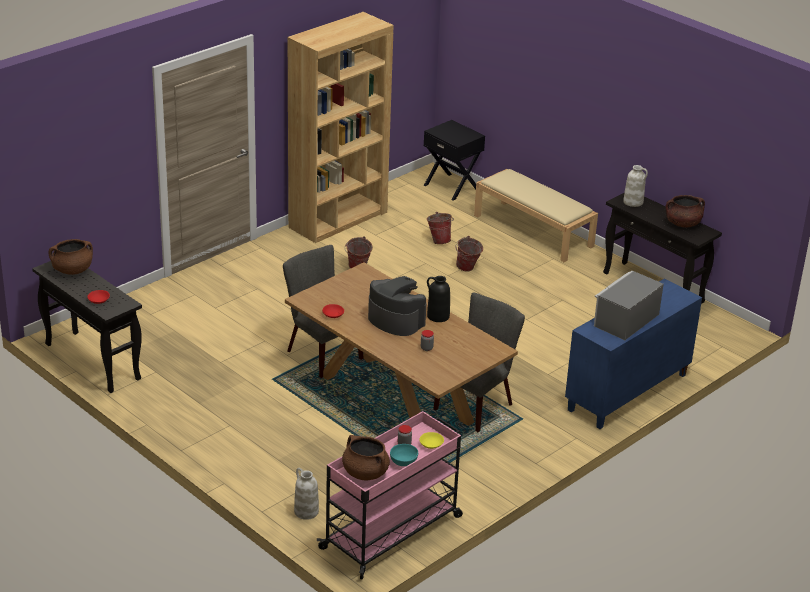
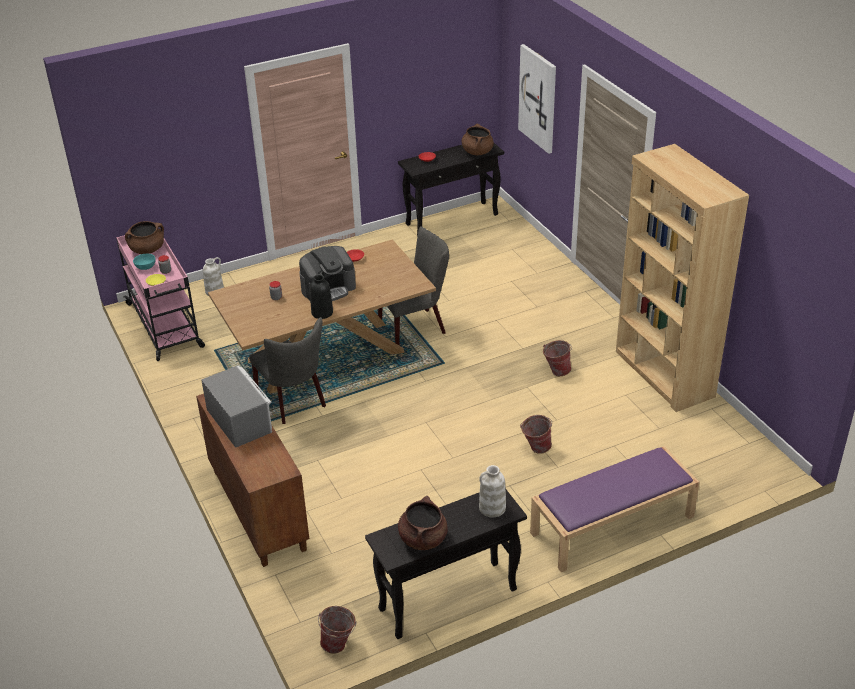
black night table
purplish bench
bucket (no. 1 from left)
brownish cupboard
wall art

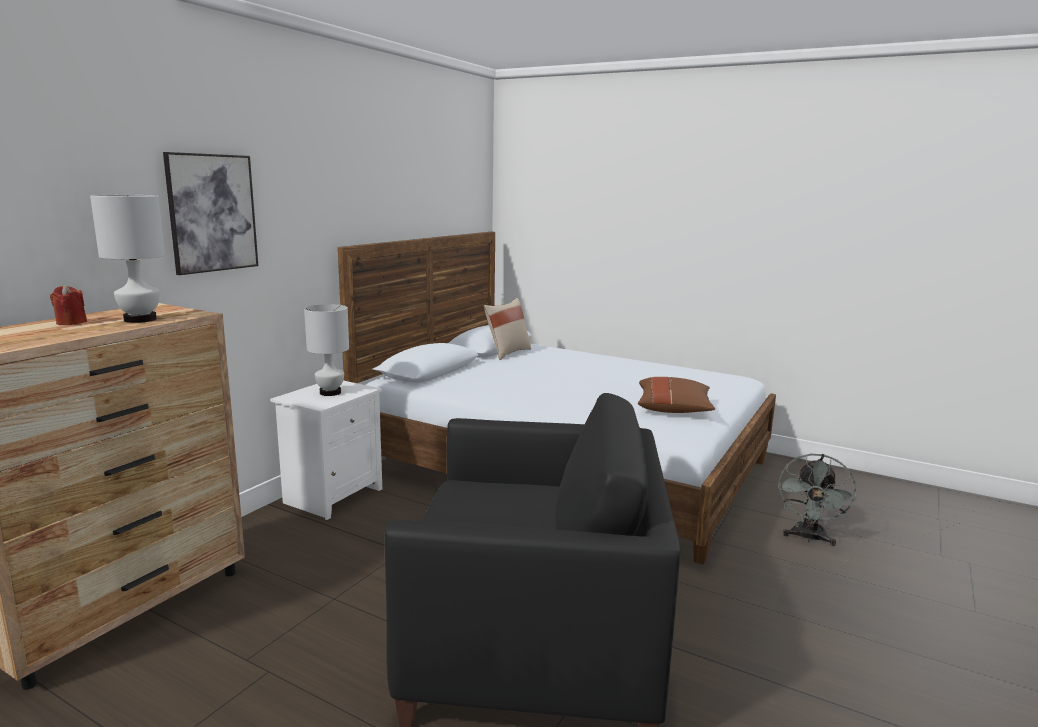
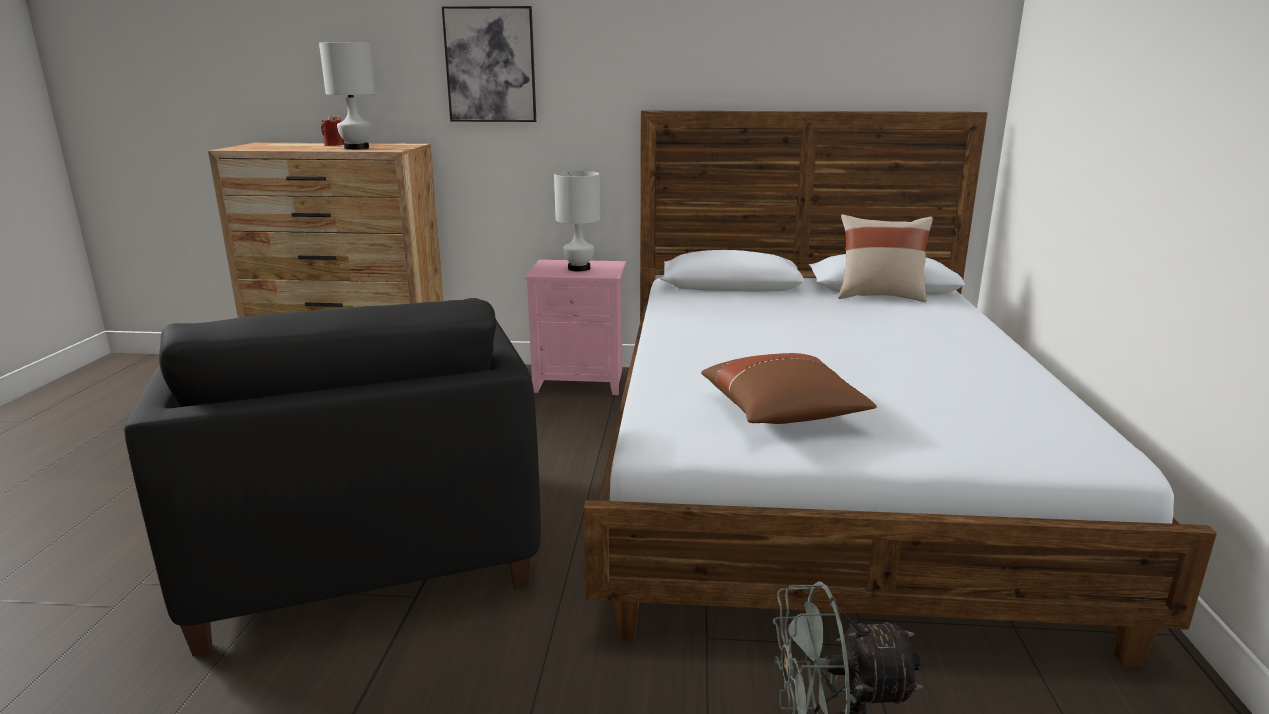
pink-coloured night table

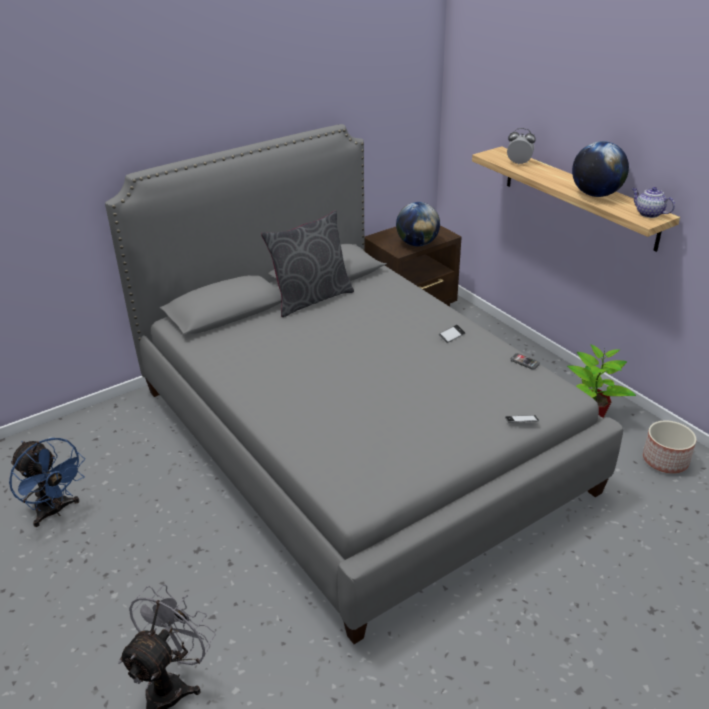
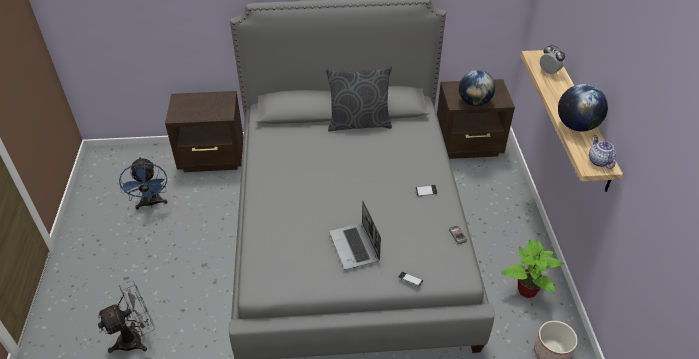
brownish night table (no. 1 from left)
notebook computer

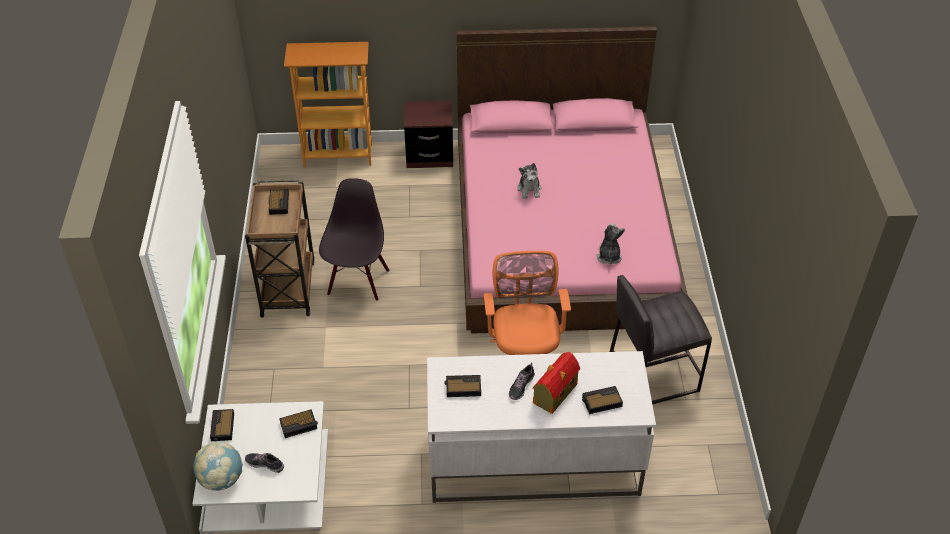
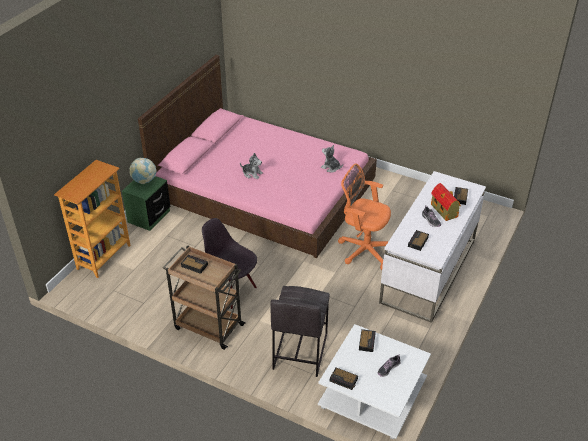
green-coloured night table
greyish stool
desk globe

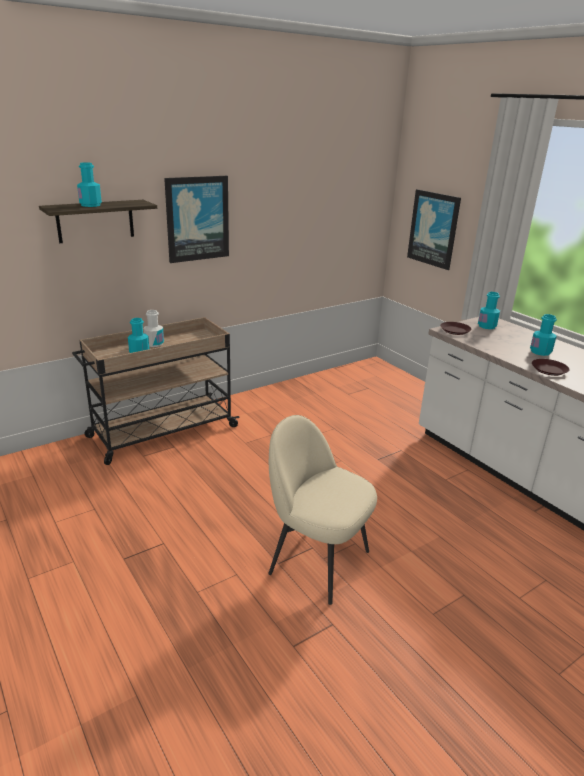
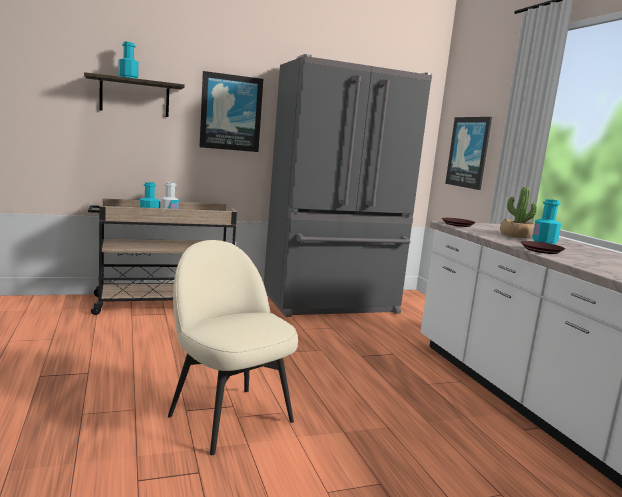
blue-green drink bottle (no. 3 from left in the first image)
greyish kitchen fridge
plant in a pot

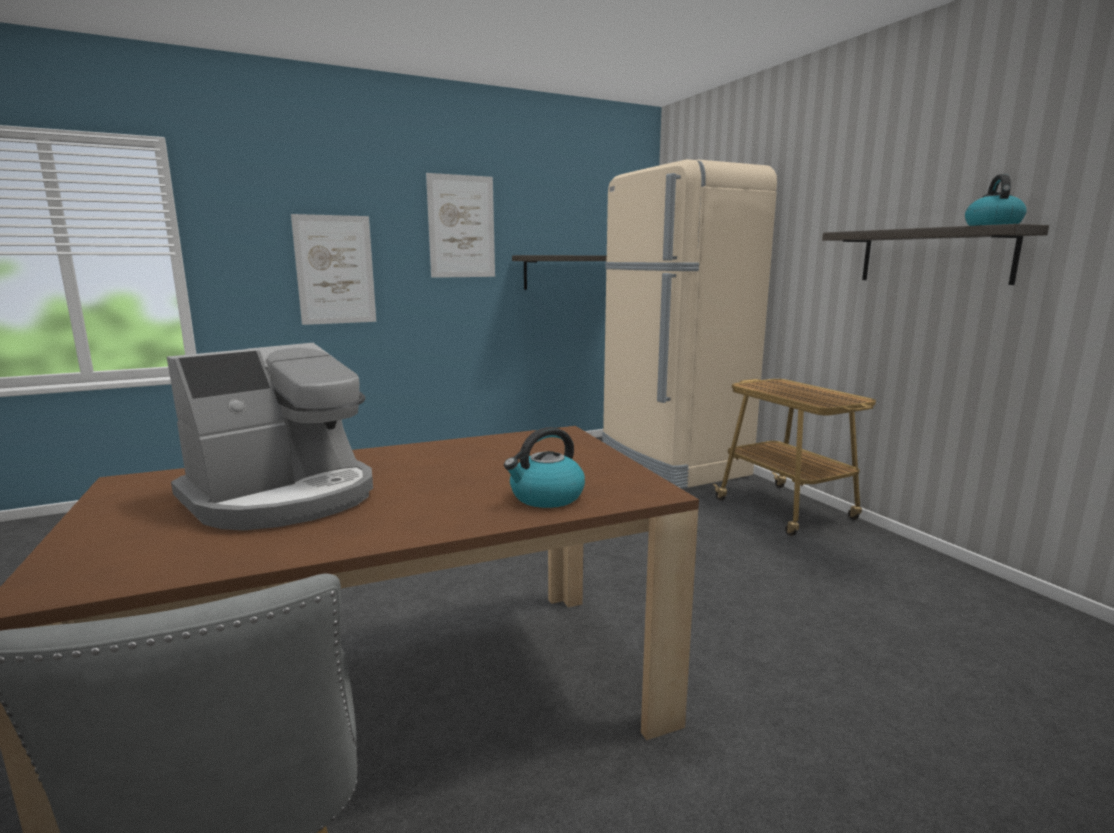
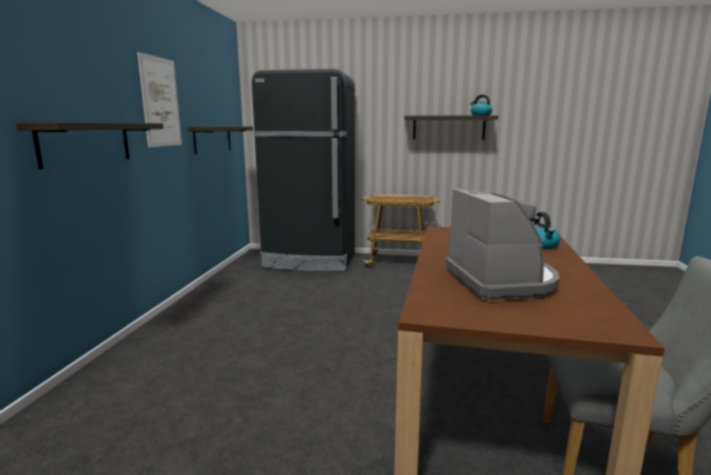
black kitchen fridge
wall shelf (no. 1 from left)

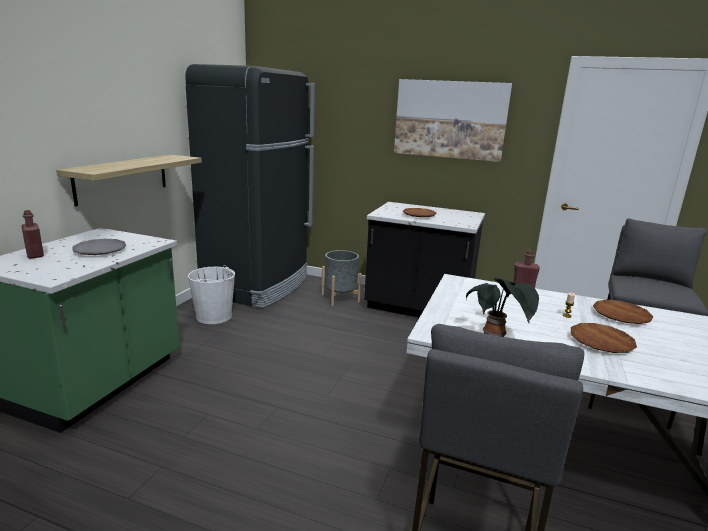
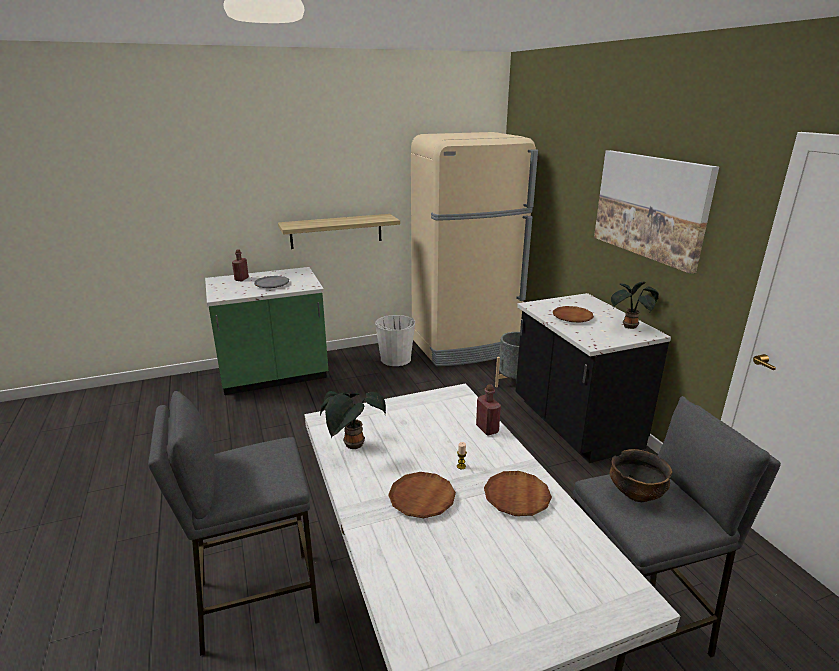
beige kitchen fridge
plant in a pot (no. 2 from left)
deep dish

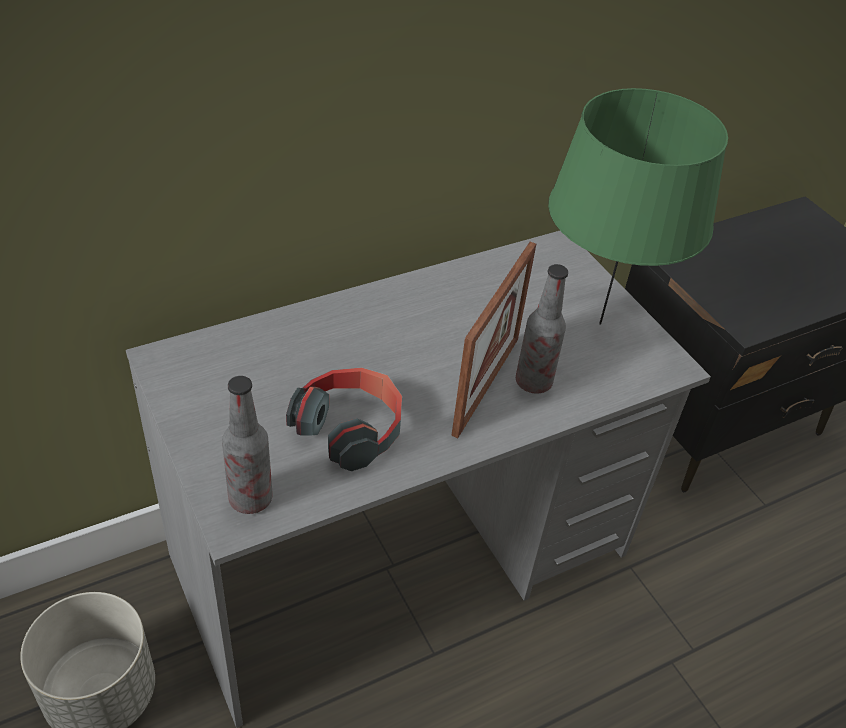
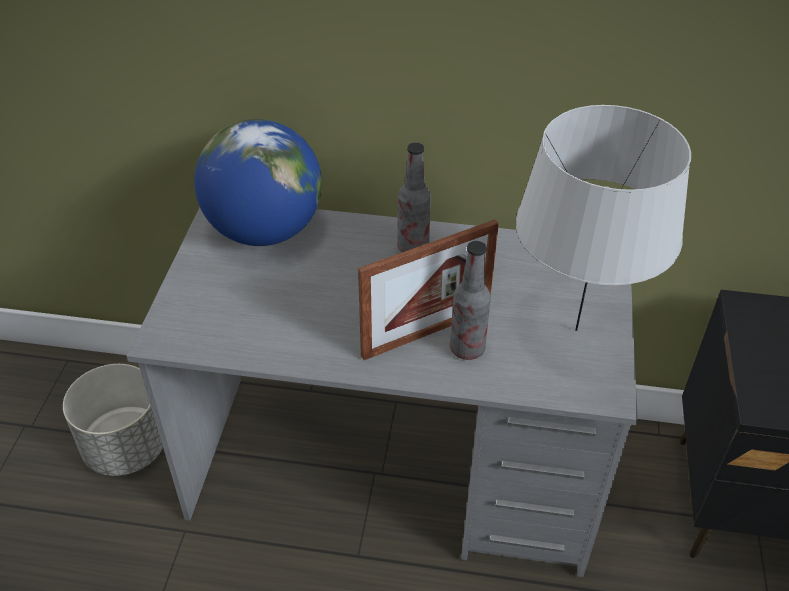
greyish tabletop lamp
pair of headphones
drink bottle (no. 1 from left)
desk globe

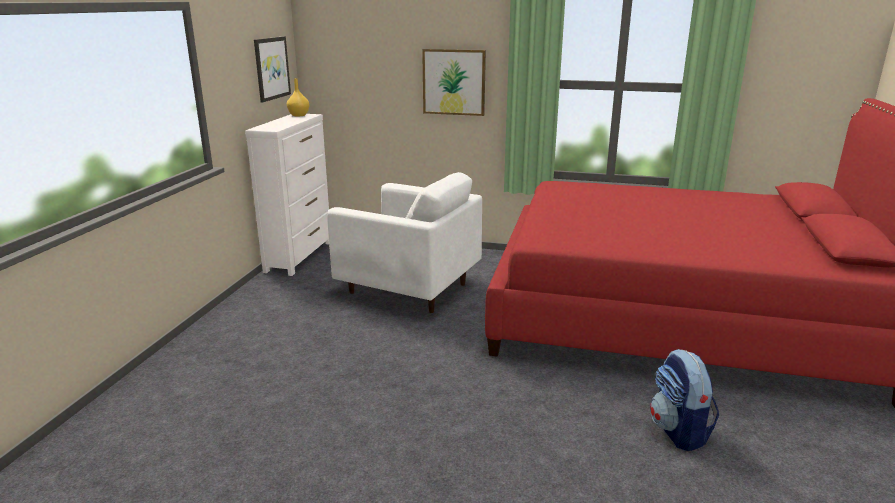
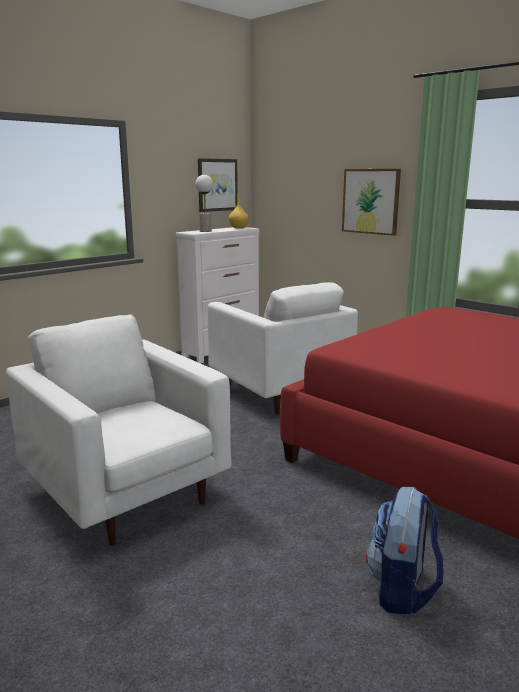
tabletop lamp
whitish armchair (no. 1 from left)

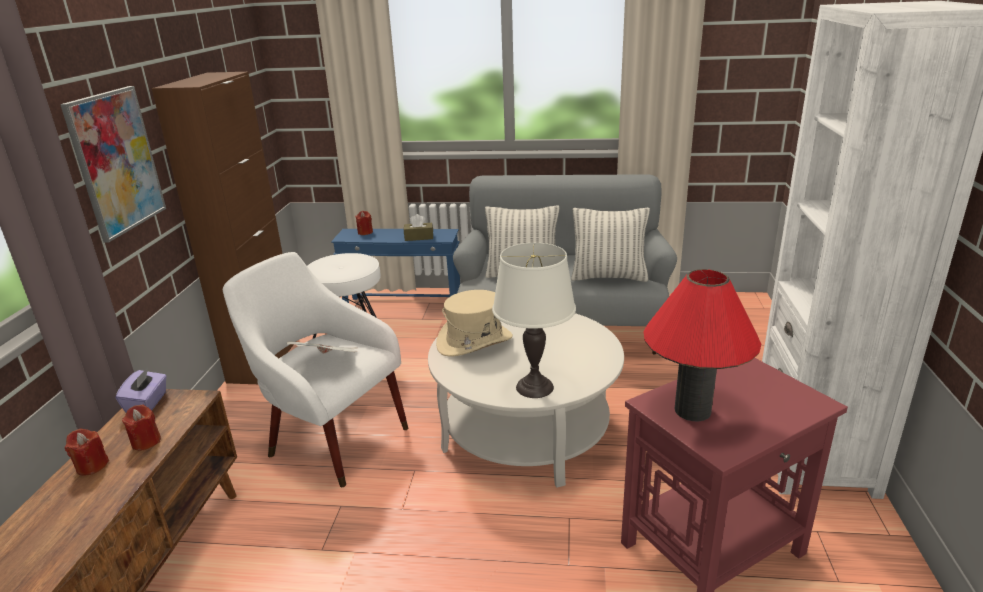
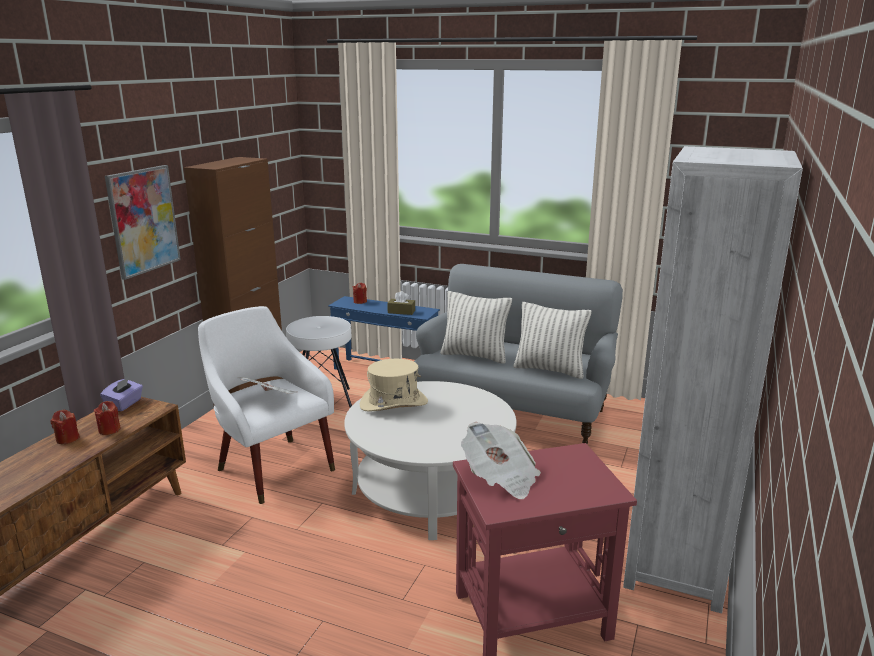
whitish tabletop lamp
daily paper (no. 2 from left)

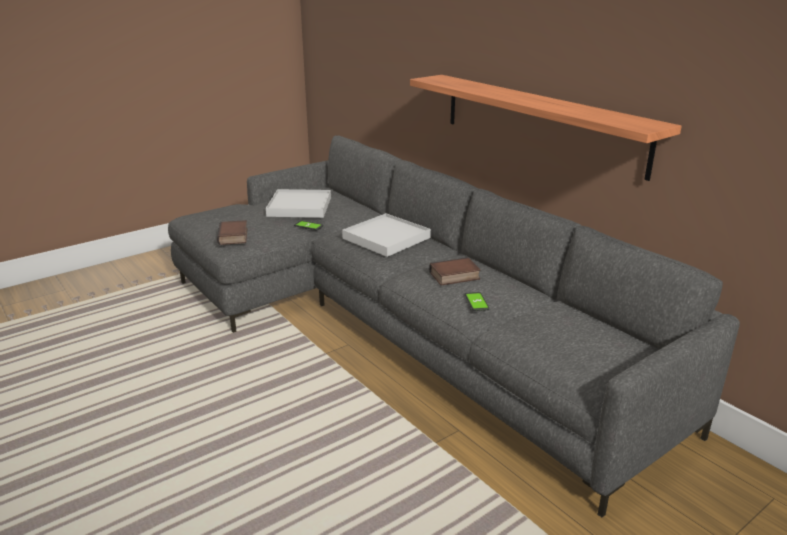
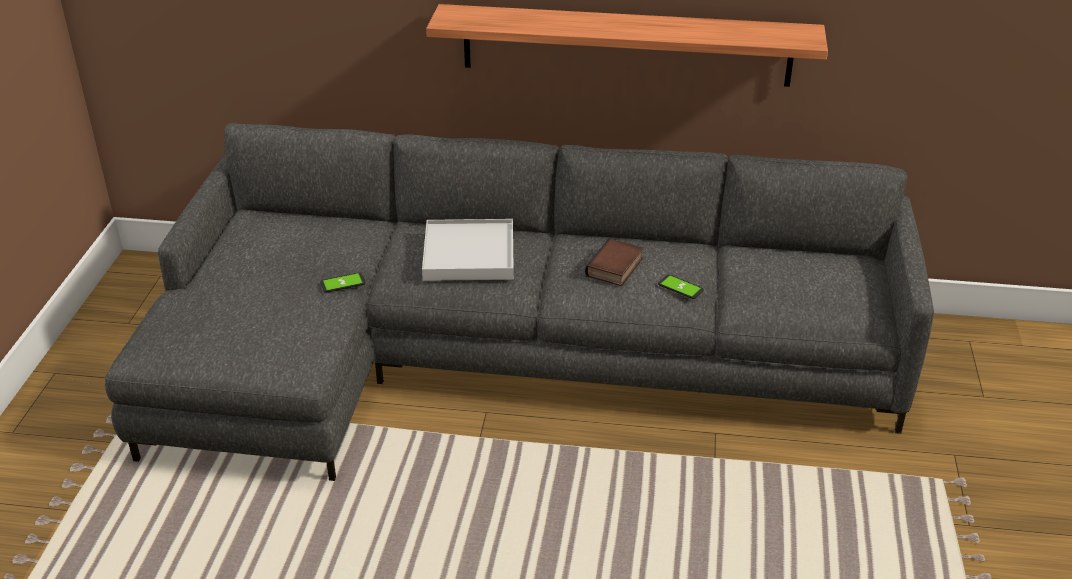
whitish tray (no. 1 from left in the first image)
volume (no. 1 from left in the first image)

